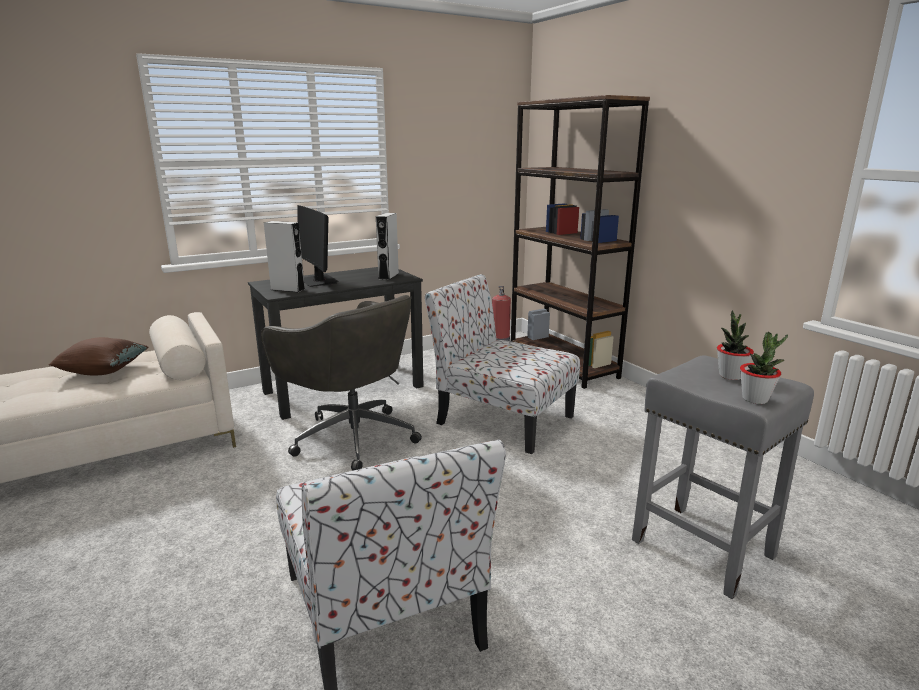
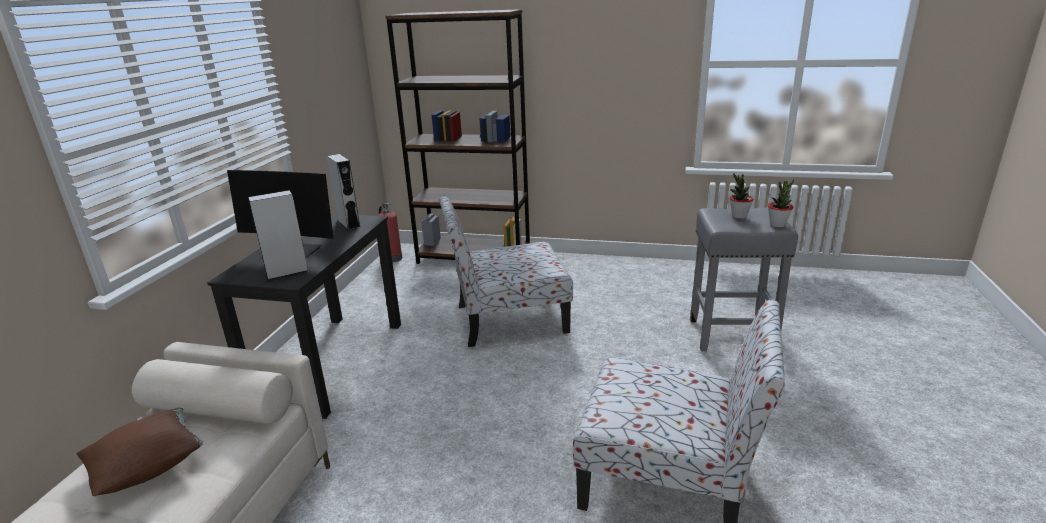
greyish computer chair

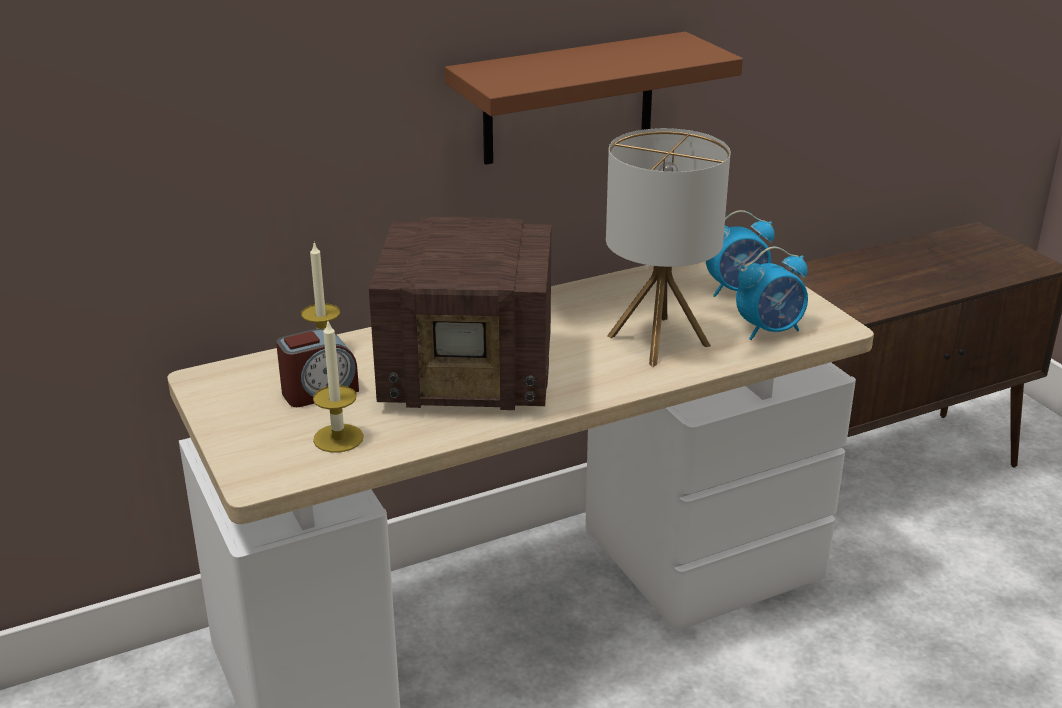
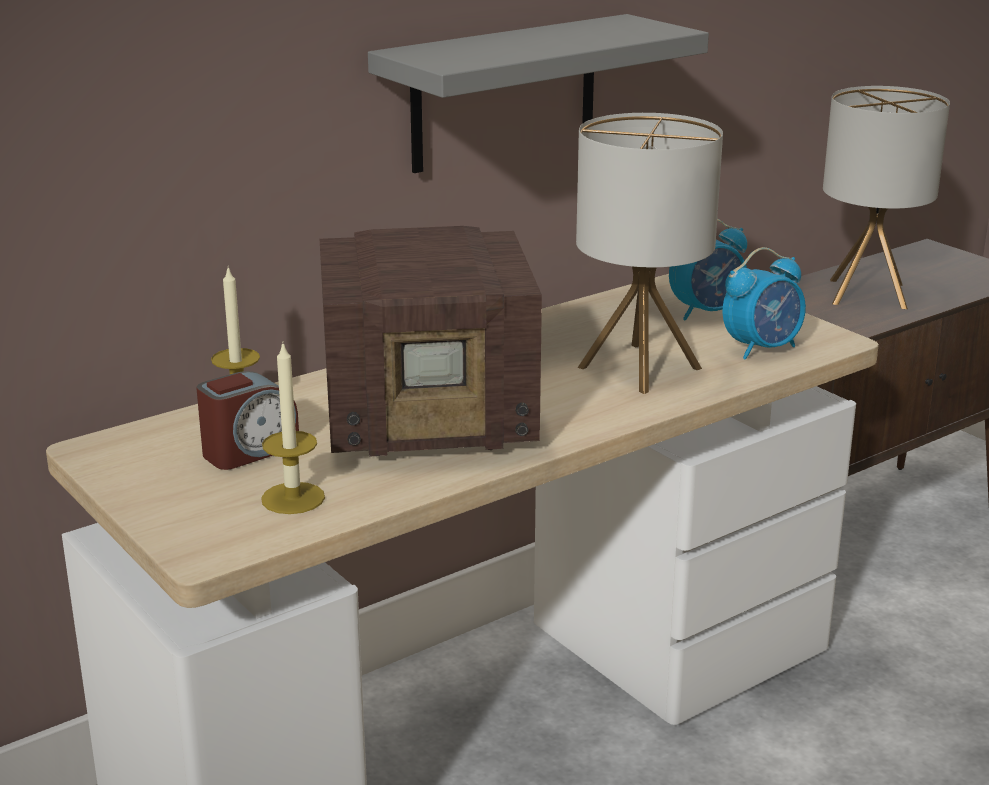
greyish wall shelf
tabletop lamp (no. 2 from left)

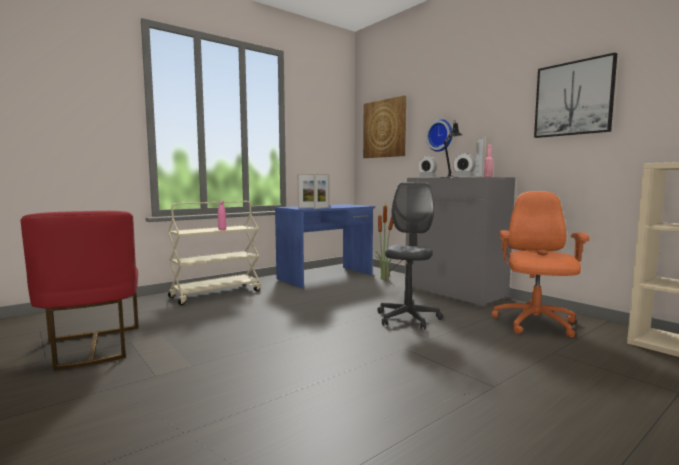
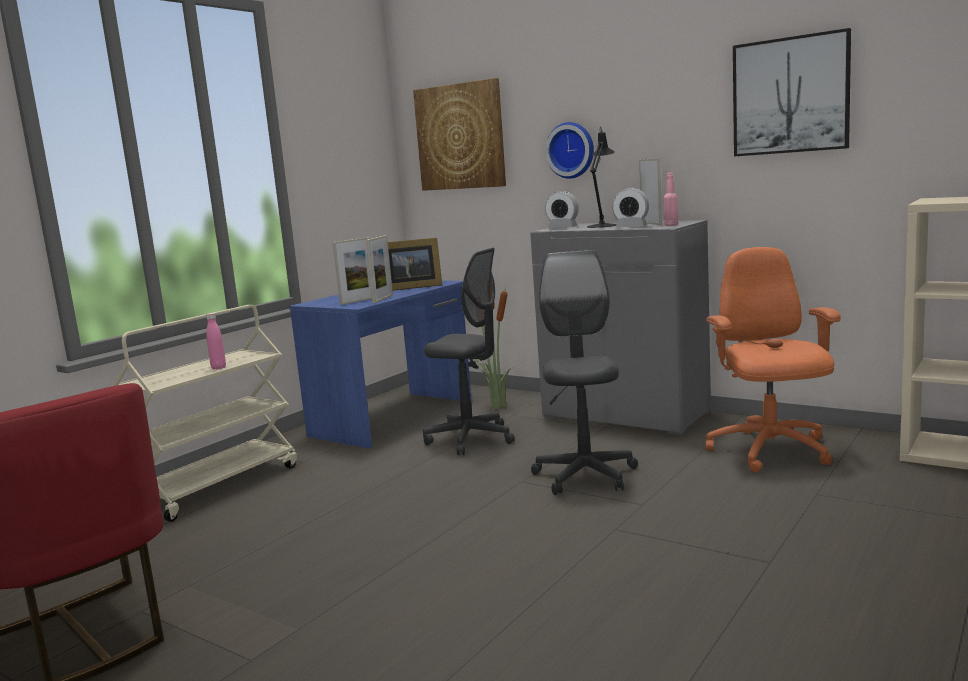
picture frame (no. 3 from left)
greyish computer chair (no. 1 from left)

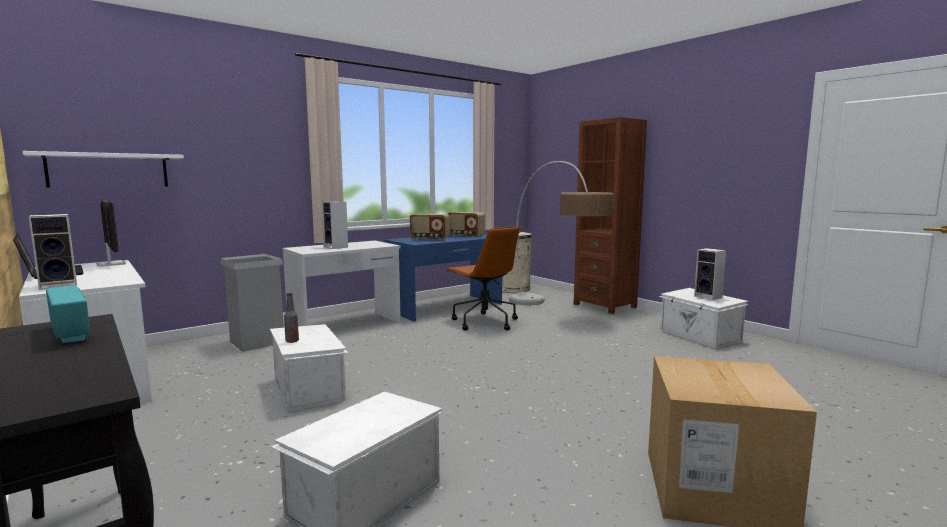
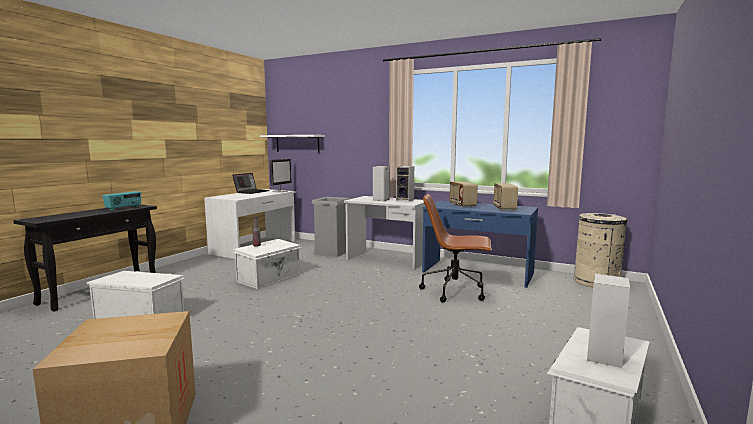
brownish shelving unit
standing lamp
loudspeaker (no. 2 from left)
brownish computer chair

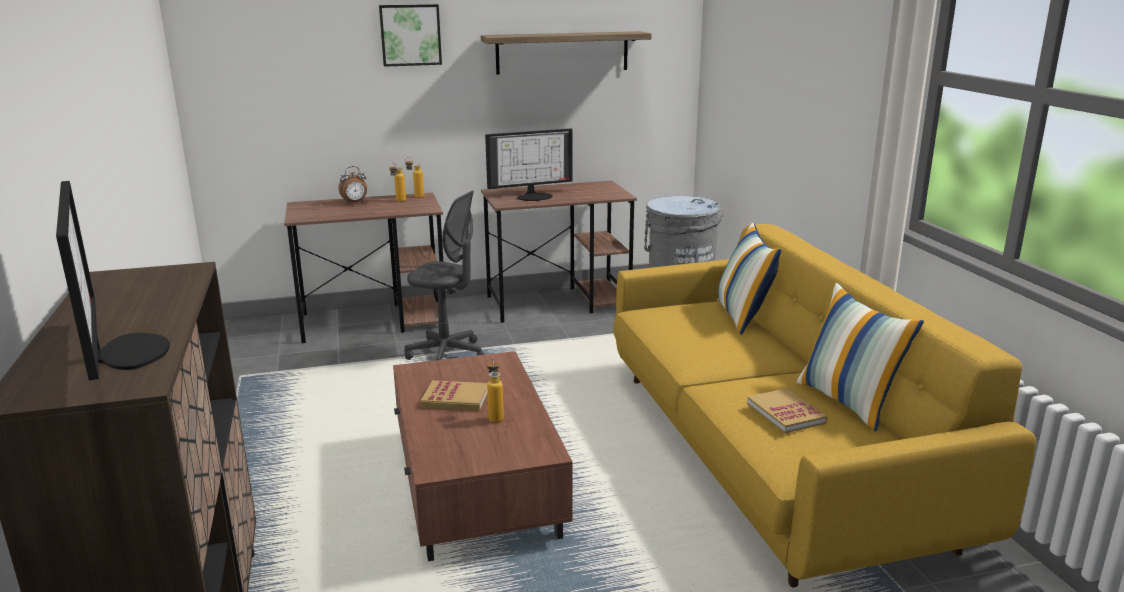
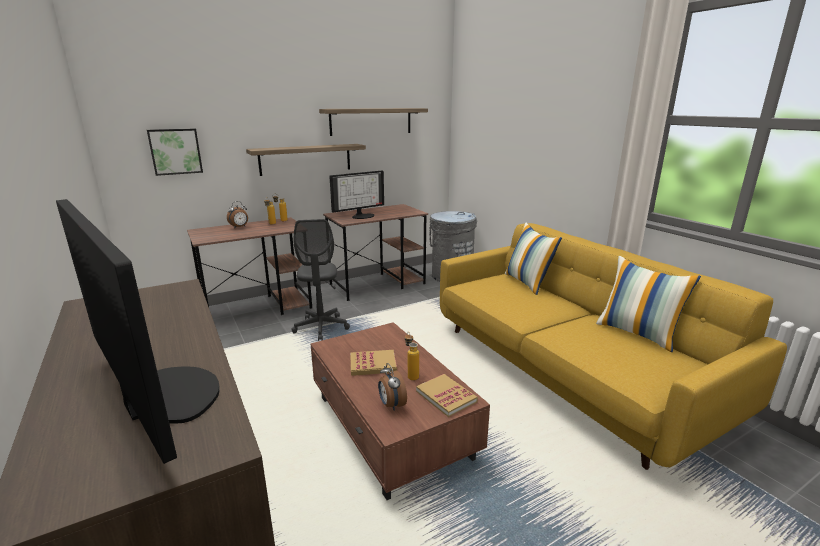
wall art
greyish computer chair
volume (no. 2 from left)
wall shelf (no. 1 from left)
table clock (no. 2 from left)

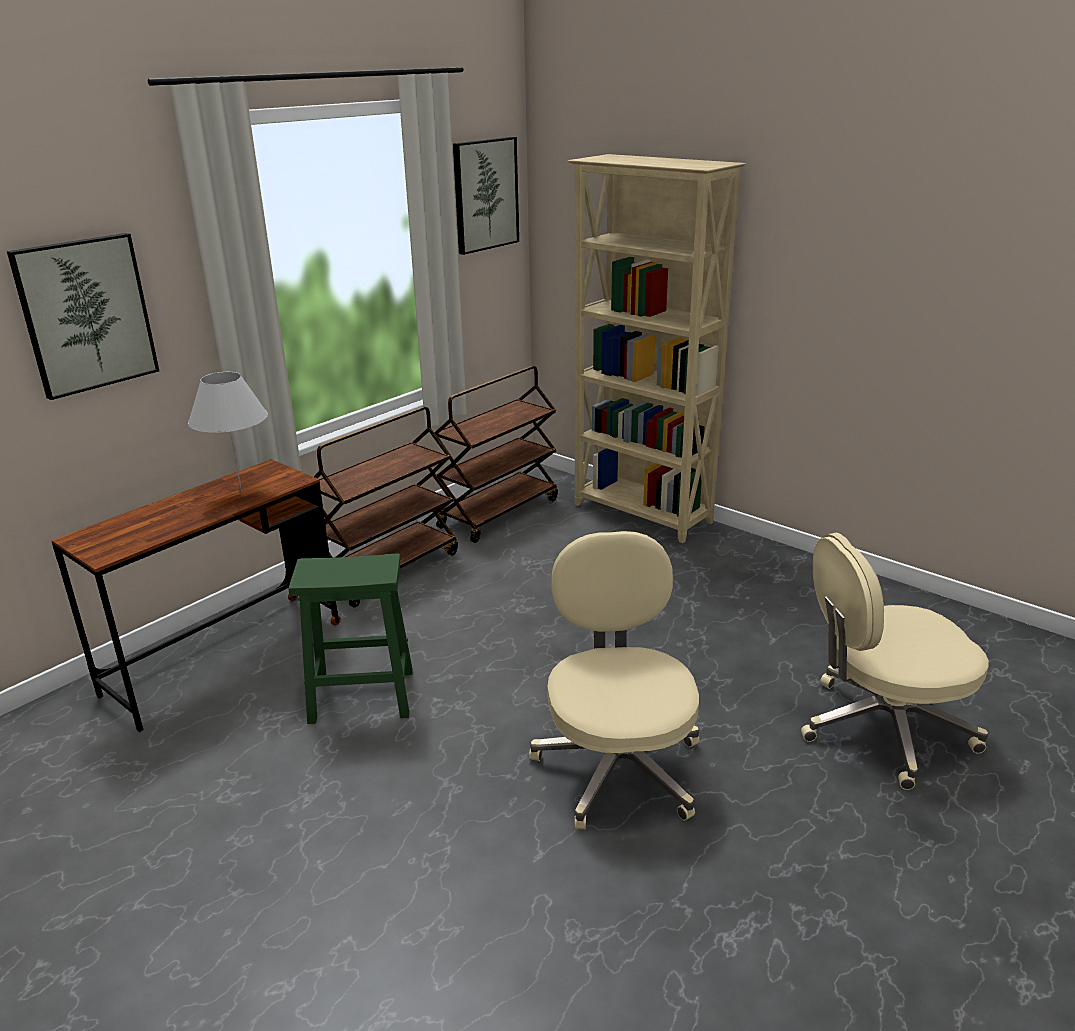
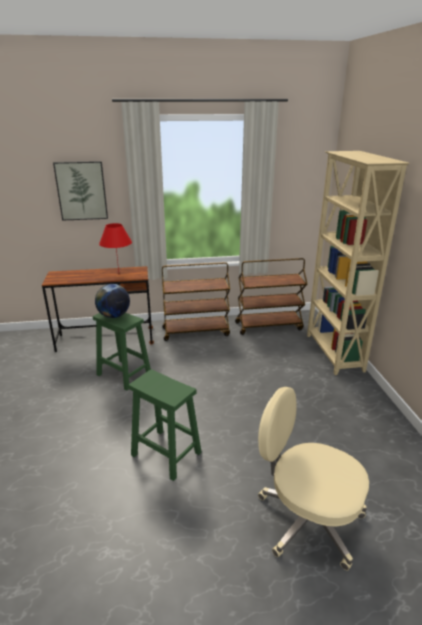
wall art (no. 2 from left in the first image)
red tabletop lamp
green-coloured stool (no. 2 from left)
desk globe

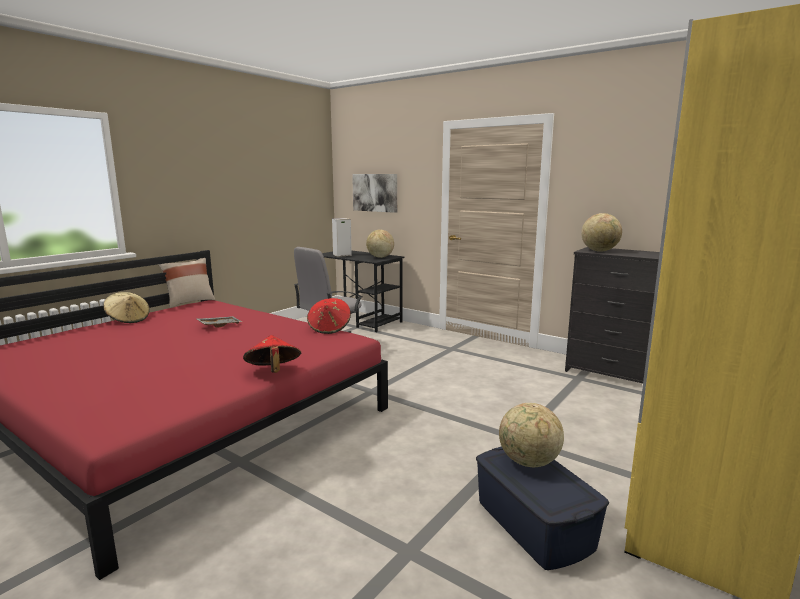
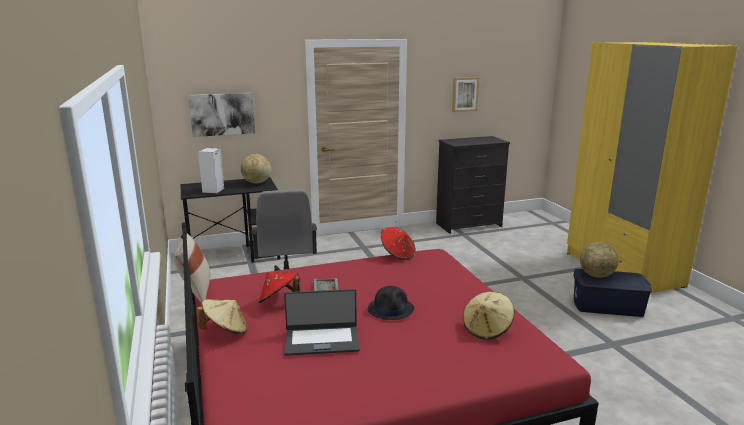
desk globe (no. 3 from left in the first image)
red clothing hat (no. 1 from left)
wall art (no. 2 from left)
black clothing hat
notebook computer
beige clothing hat (no. 2 from left)

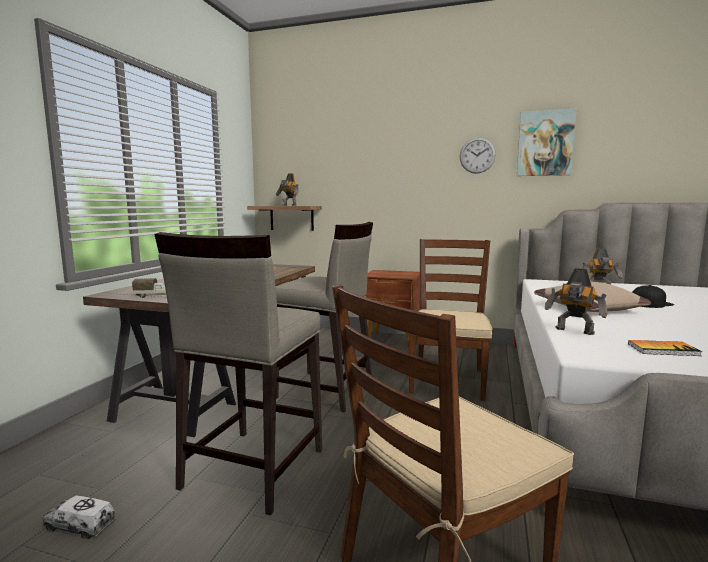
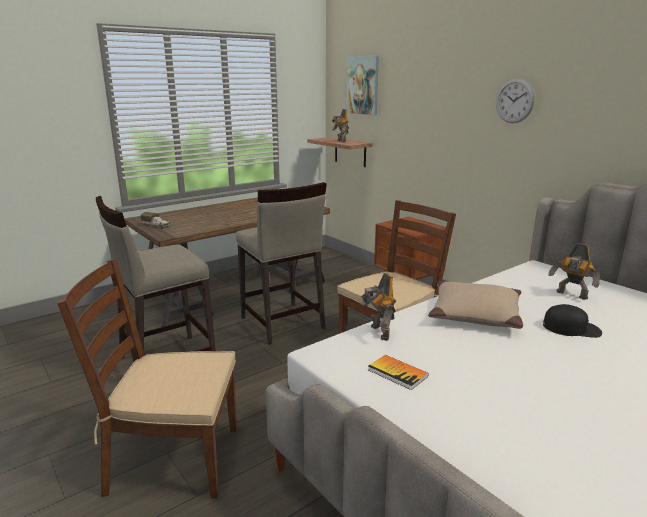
wall art
model truck (no. 1 from left in the first image)

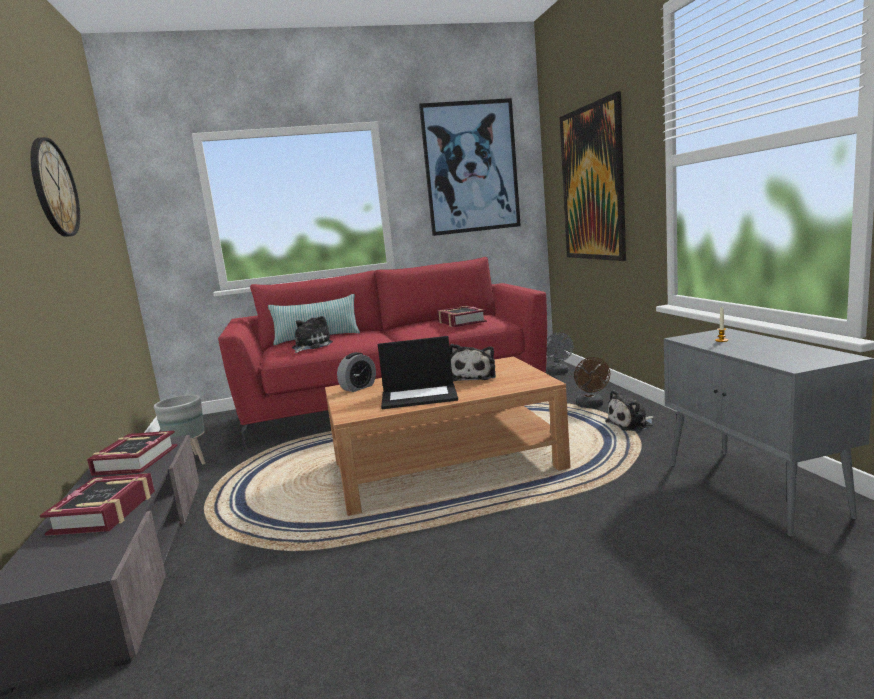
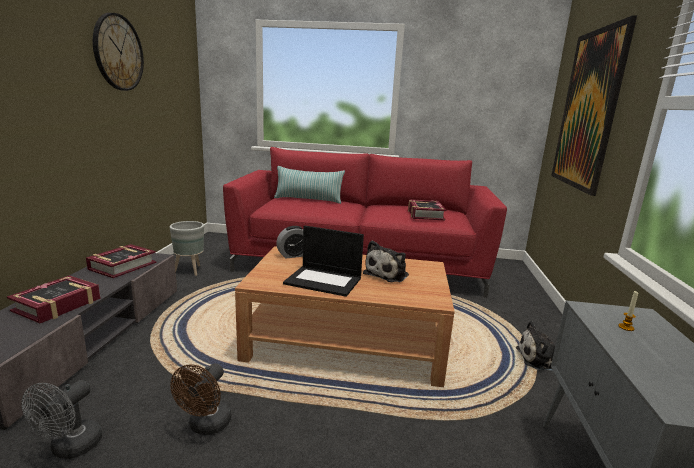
wall art (no. 1 from left in the first image)
soft toy (no. 1 from left in the first image)
greyish cooling fan
brownish cooling fan

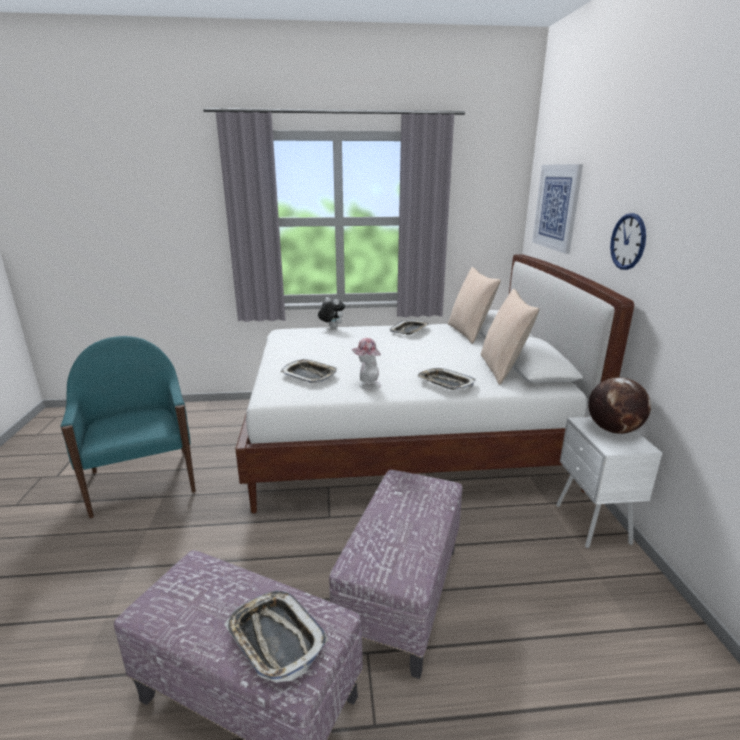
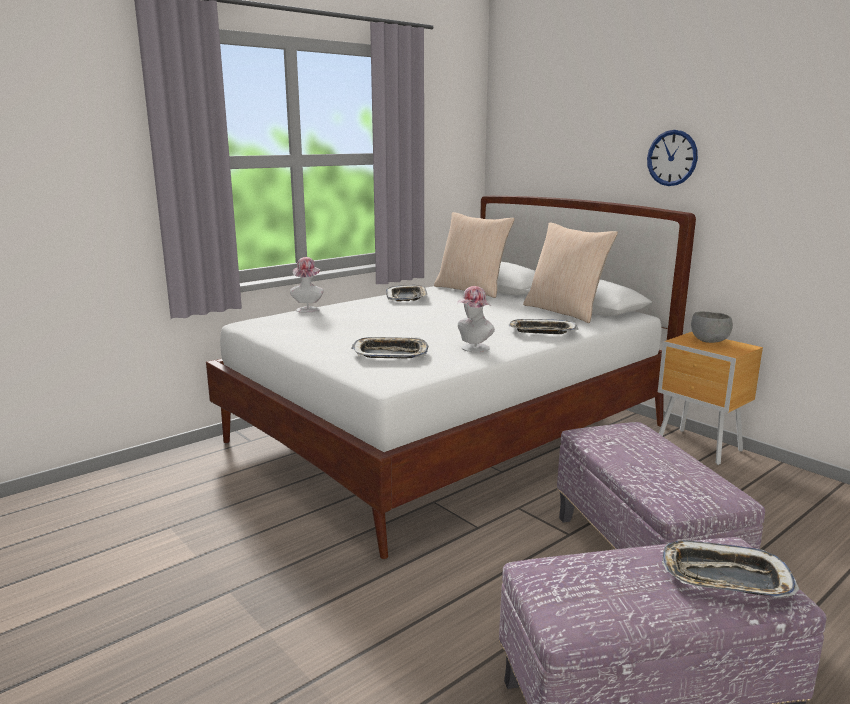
wall art
clothing hat (no. 1 from left)
blue-green armchair
greyish deep dish
brownish night table

